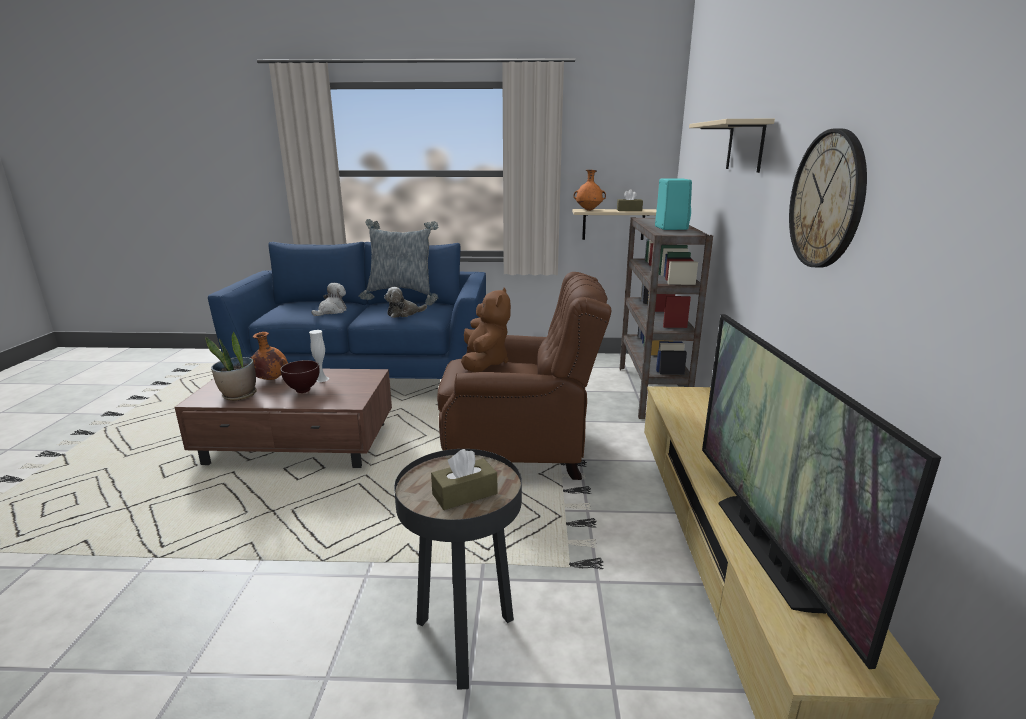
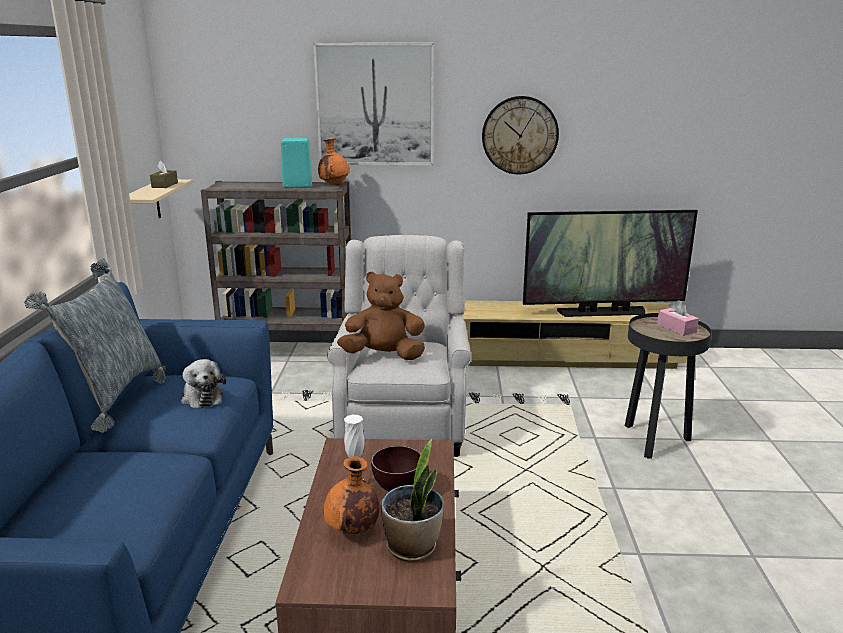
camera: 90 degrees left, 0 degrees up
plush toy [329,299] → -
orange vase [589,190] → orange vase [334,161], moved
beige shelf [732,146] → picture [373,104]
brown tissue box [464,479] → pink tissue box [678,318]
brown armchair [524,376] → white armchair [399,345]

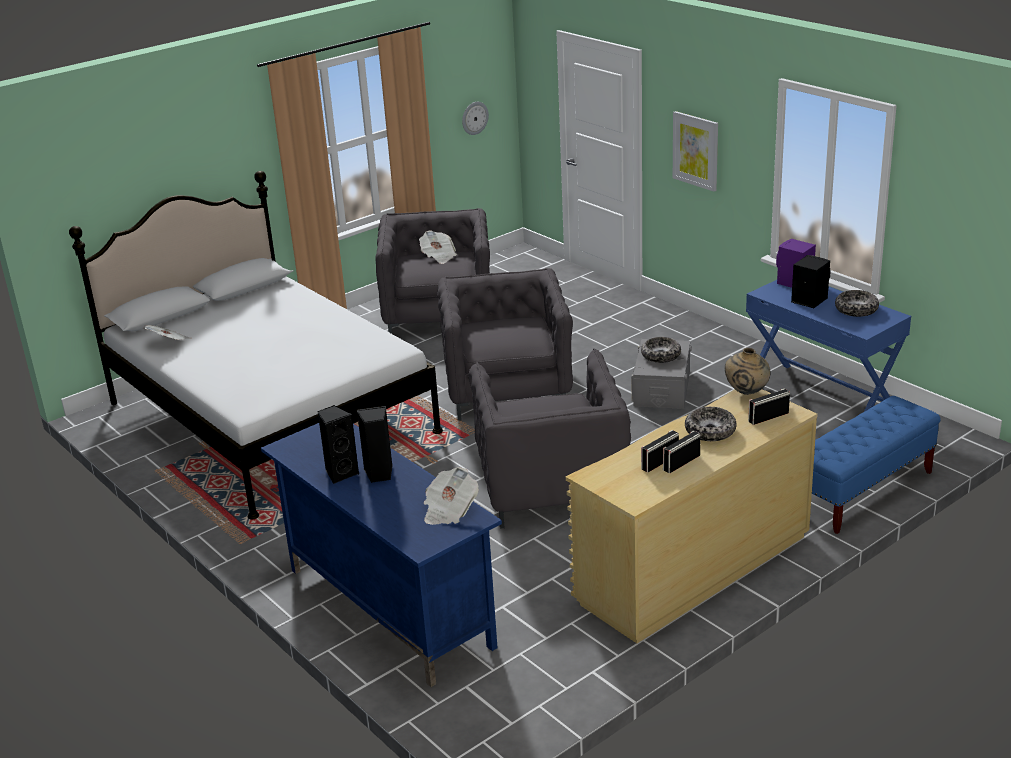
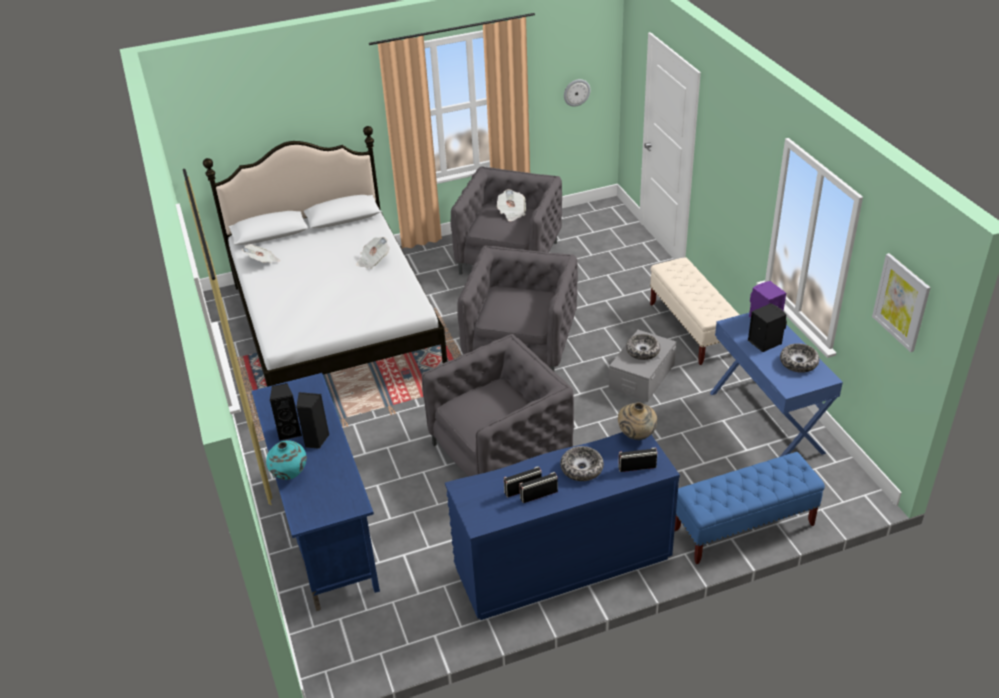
camera: 20 degrees right, 10 degrees up
- → turquoise vase [286,460]
- → beige bench [694,311]
newspaper [451,496] → newspaper [372,253], moved
picture [695,151] → picture [901,302], moved
beige dresser [692,516] → blue dresser [562,526]
grey armchair [549,438] → grey armchair [498,405], 135 degrees counterclockwise

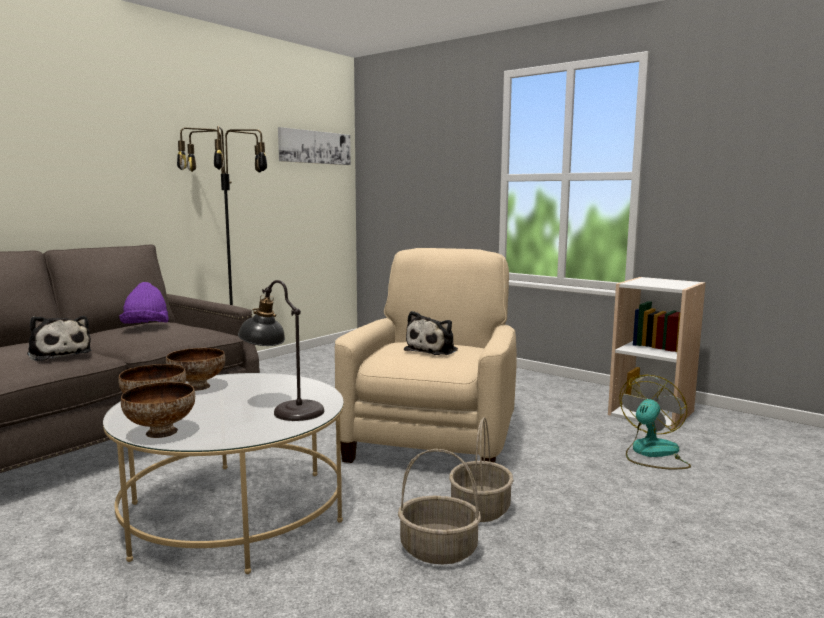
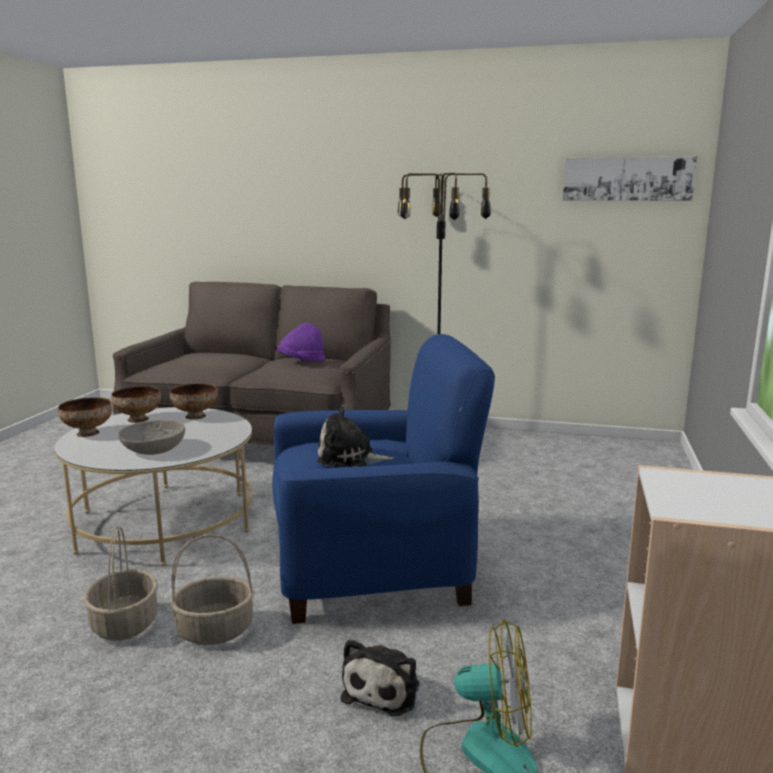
camera: 65 degrees right, 5 degrees up
plush toy [59,338] → plush toy [380,677], moved
grey table lamp [281,350] → grey bowl [151,437]
beige armchair [426,355] → blue armchair [383,479]

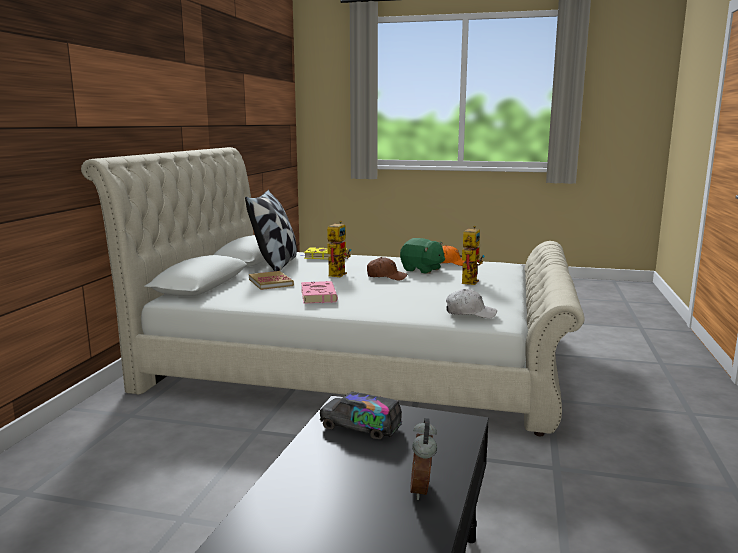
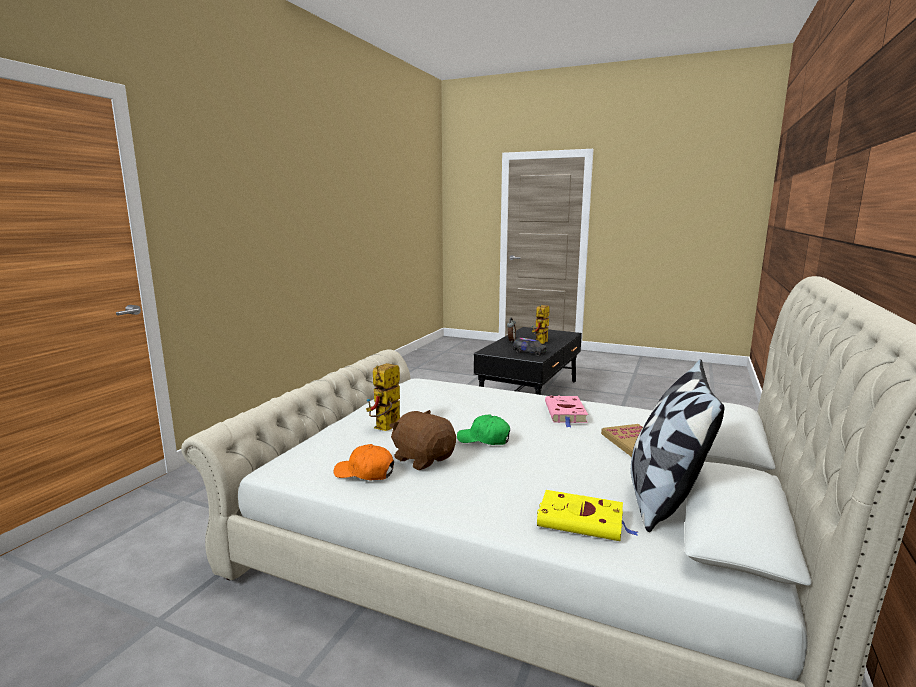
camera: 170 degrees left, 0 degrees up
white cap [471,304] → -
toy robot [339,249] → toy robot [541,324], moved
brown cap [387,269] → green cap [483,429]
green plush toy [422,256] → brown plush toy [422,440]

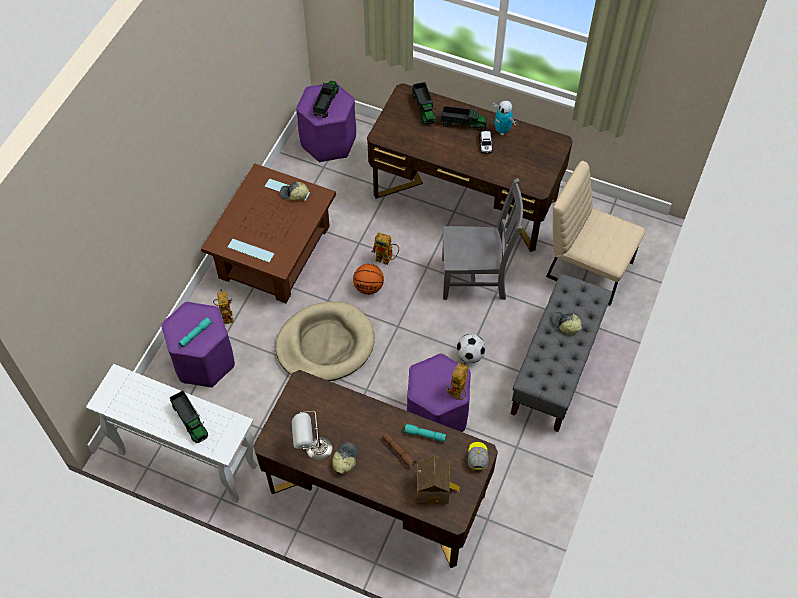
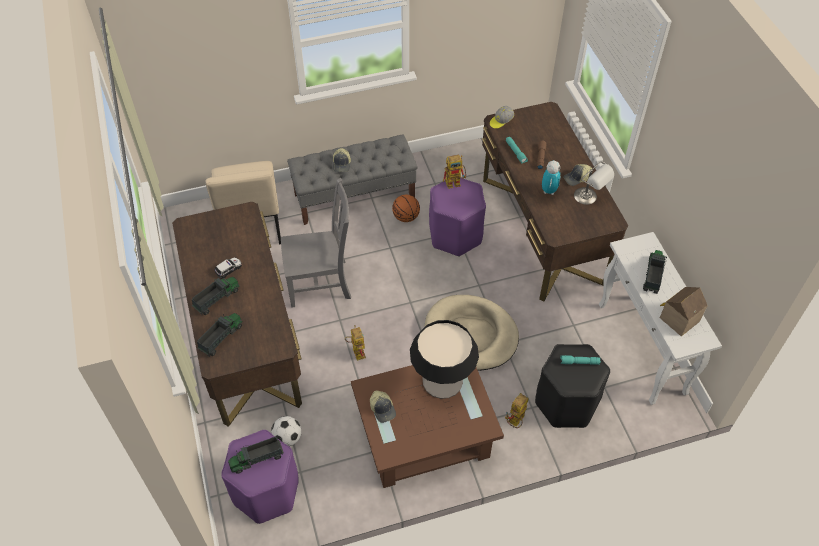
camera: 130 degrees left, 5 degrees down
- → table lamp [444,359]
basketball [368,279] → basketball [406,208], moved
toy house [438,479] → toy house [684,311], moved
football [471,348] → football [286,431], moved
toy robot [505,117] → toy robot [551,178], moved
purple stool [198,344] → black stool [572,386]
toy truck [463,118] → toy truck [216,296], 75 degrees clockwise
grey chair [482,239] → grey chair [316,243], 120 degrees clockwise

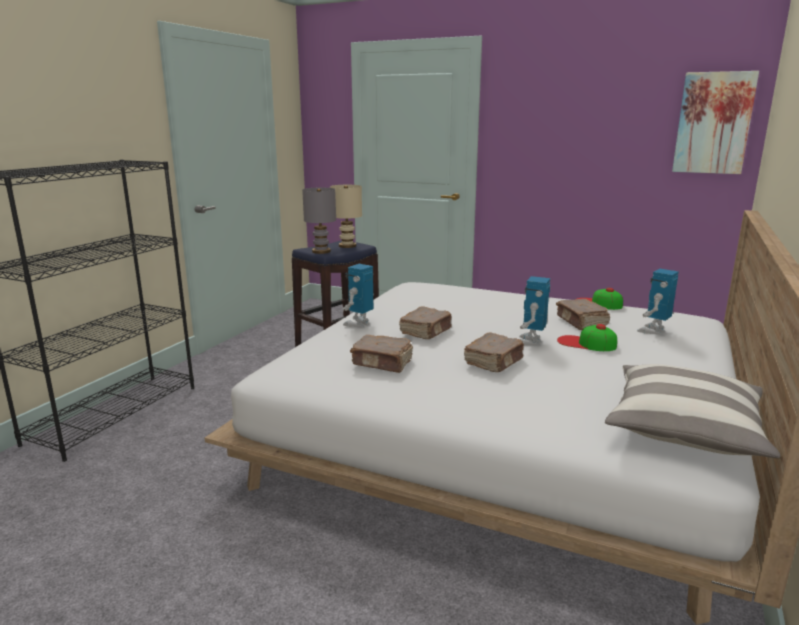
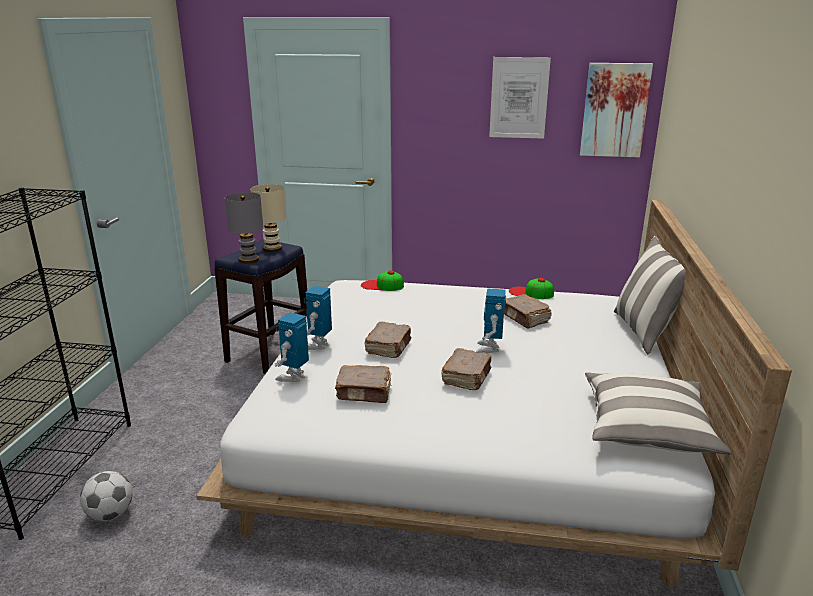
camera: 15 degrees left, 5 degrees up
- → football [106,496]
- → picture [520,98]
- → pillow [650,295]
cap [587,337] → cap [382,280], moved
toy robot [658,302] → toy robot [292,347], moved

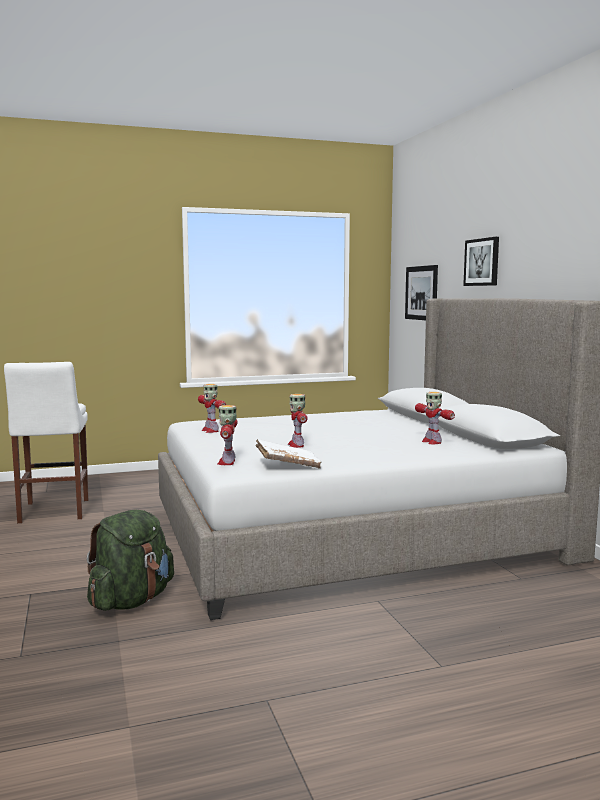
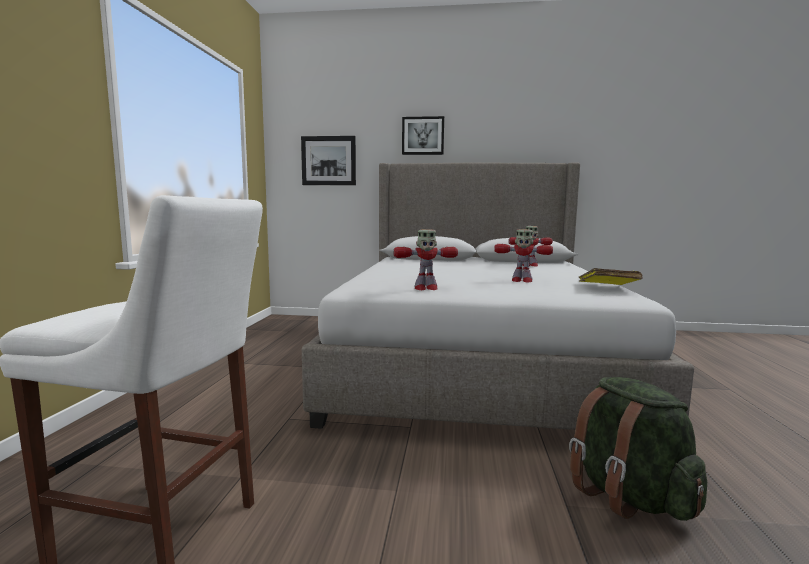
camera: 65 degrees left, 0 degrees up
toy robot [228,435] → -
white book [289,454] → yellow book [610,276]

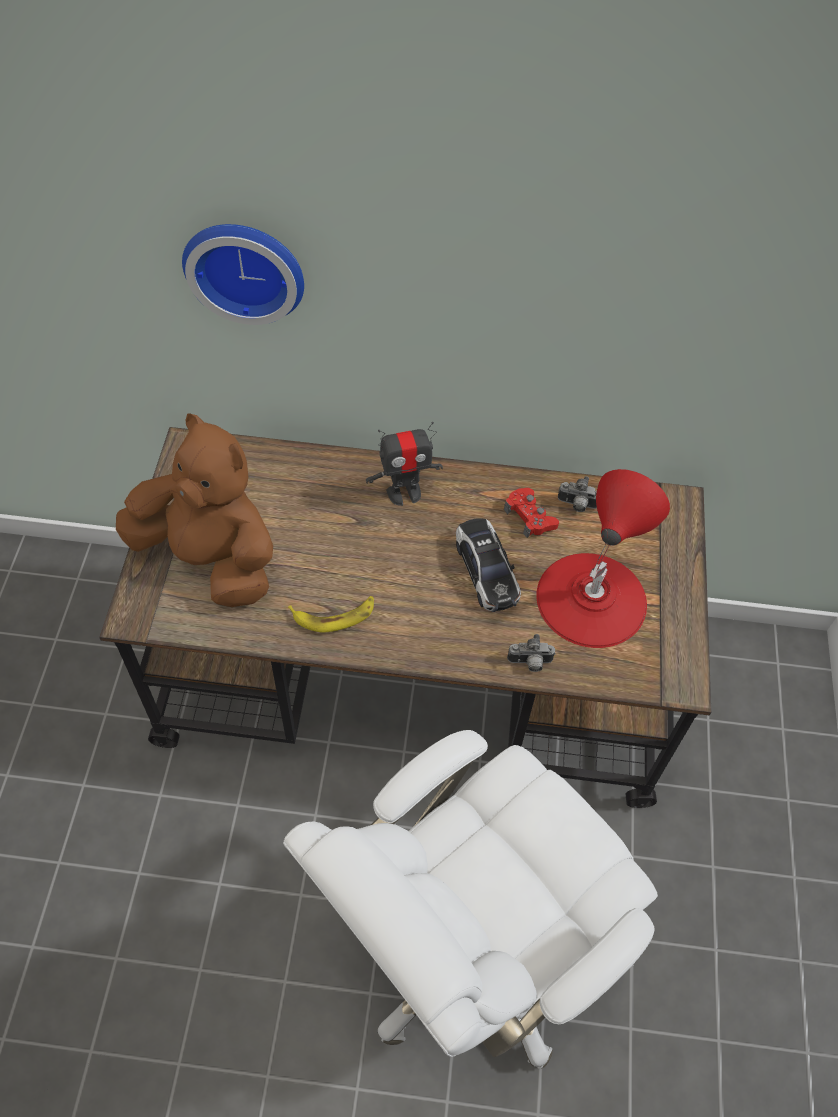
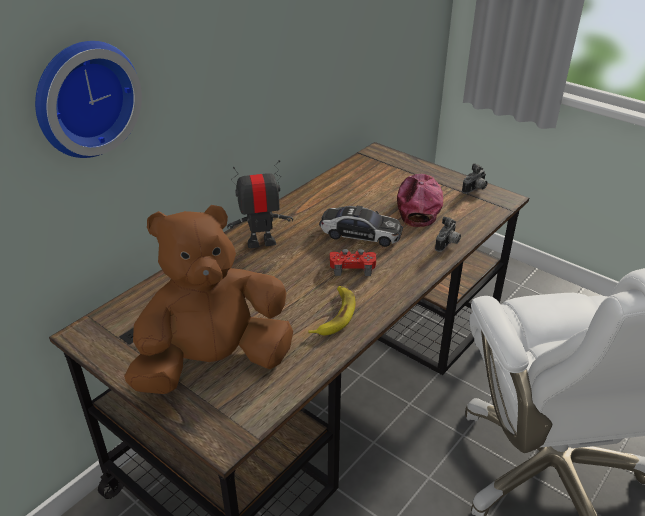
camera: 55 degrees left, 20 degrees down
red game controller [531,513] → red game controller [353,262], moved
photo camera [577,494] → photo camera [475,178], moved
red table lamp [603,558] → cap [420,200]
toy robot [404,464] → toy robot [260,204], 120 degrees counterclockwise

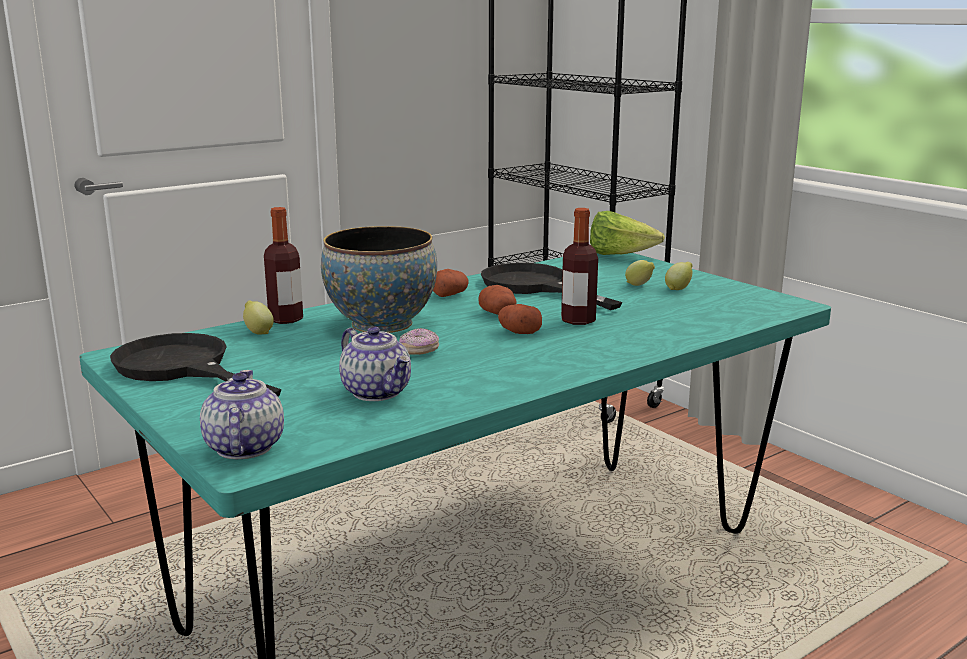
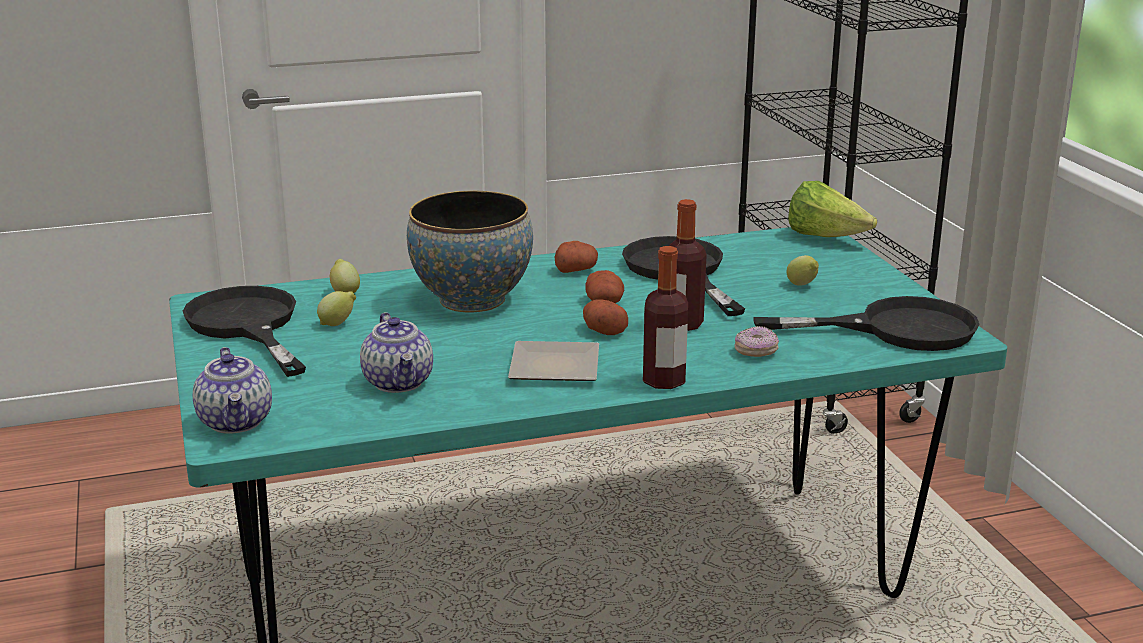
camera: 20 degrees right, 5 degrees up
- → plate [553,361]
- → black frying pan [866,323]
bottle [283,265] → bottle [665,317], moved
donut [419,341] → donut [756,341], moved
lemon [678,276] → lemon [336,308], moved
teapot [242,414] → teapot [232,390], 150 degrees clockwise

